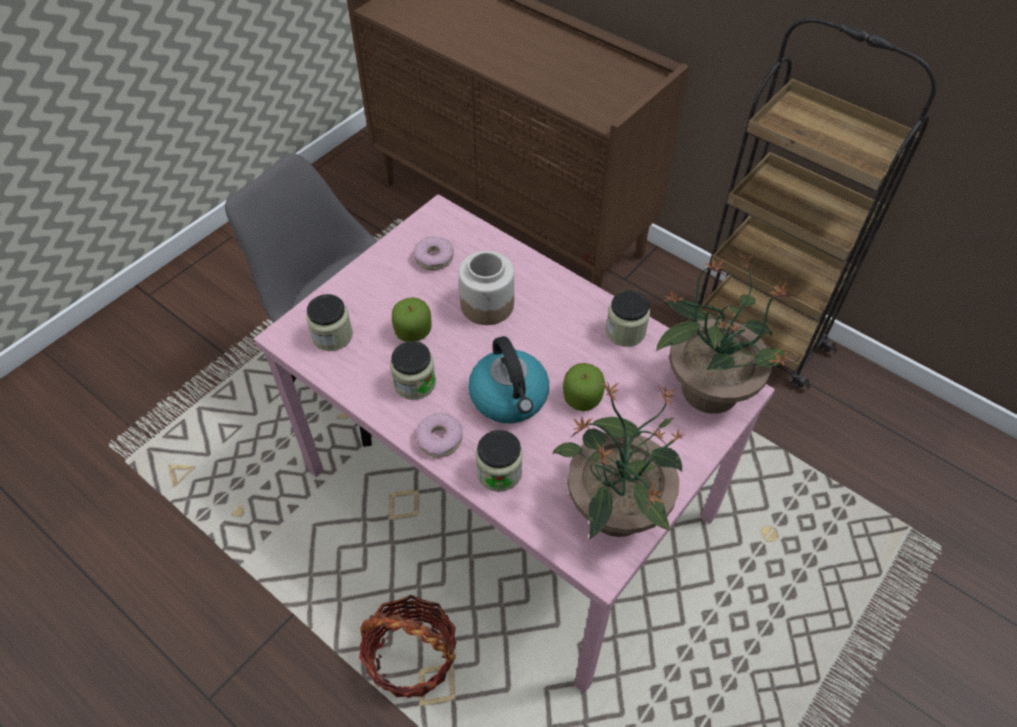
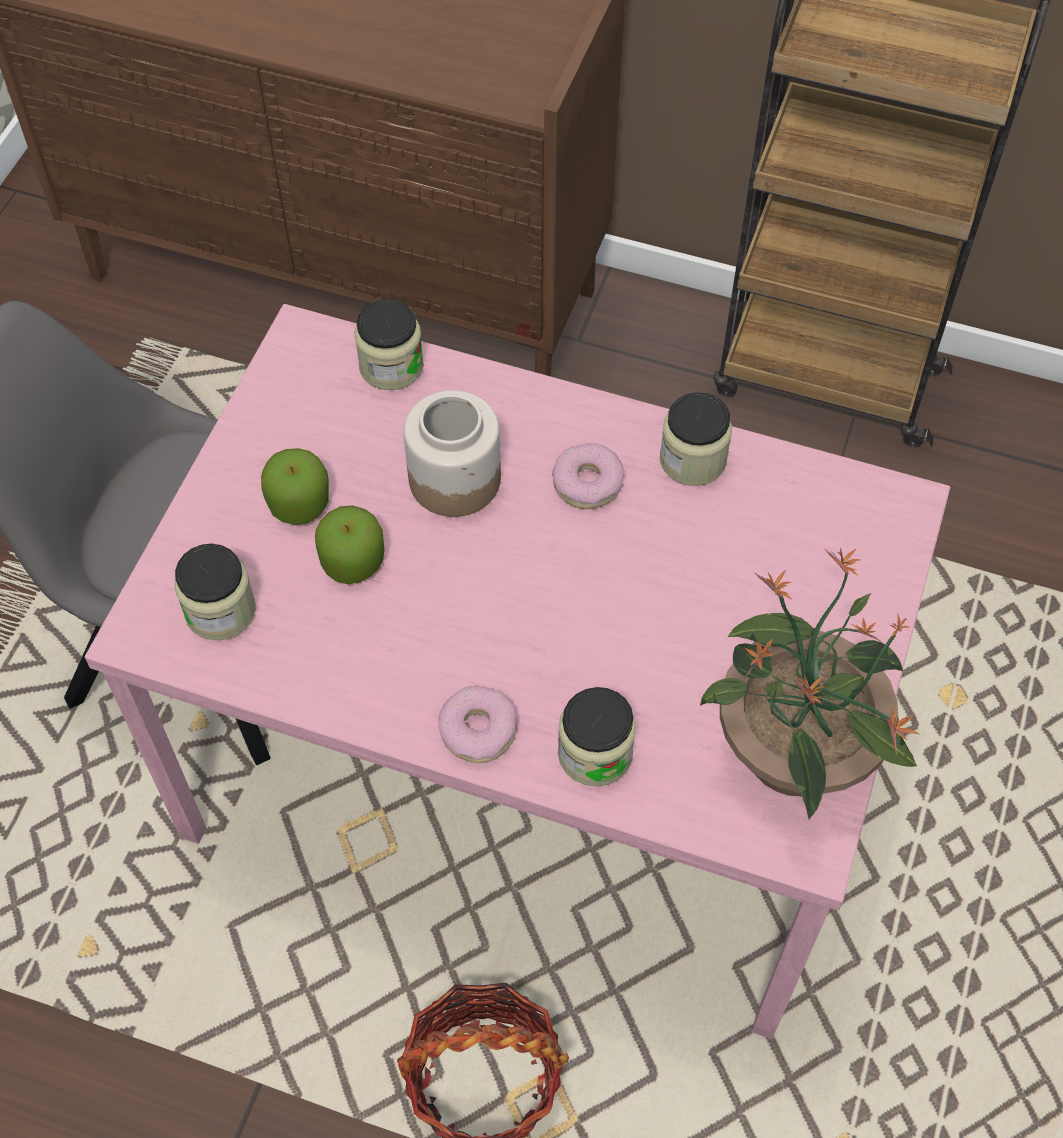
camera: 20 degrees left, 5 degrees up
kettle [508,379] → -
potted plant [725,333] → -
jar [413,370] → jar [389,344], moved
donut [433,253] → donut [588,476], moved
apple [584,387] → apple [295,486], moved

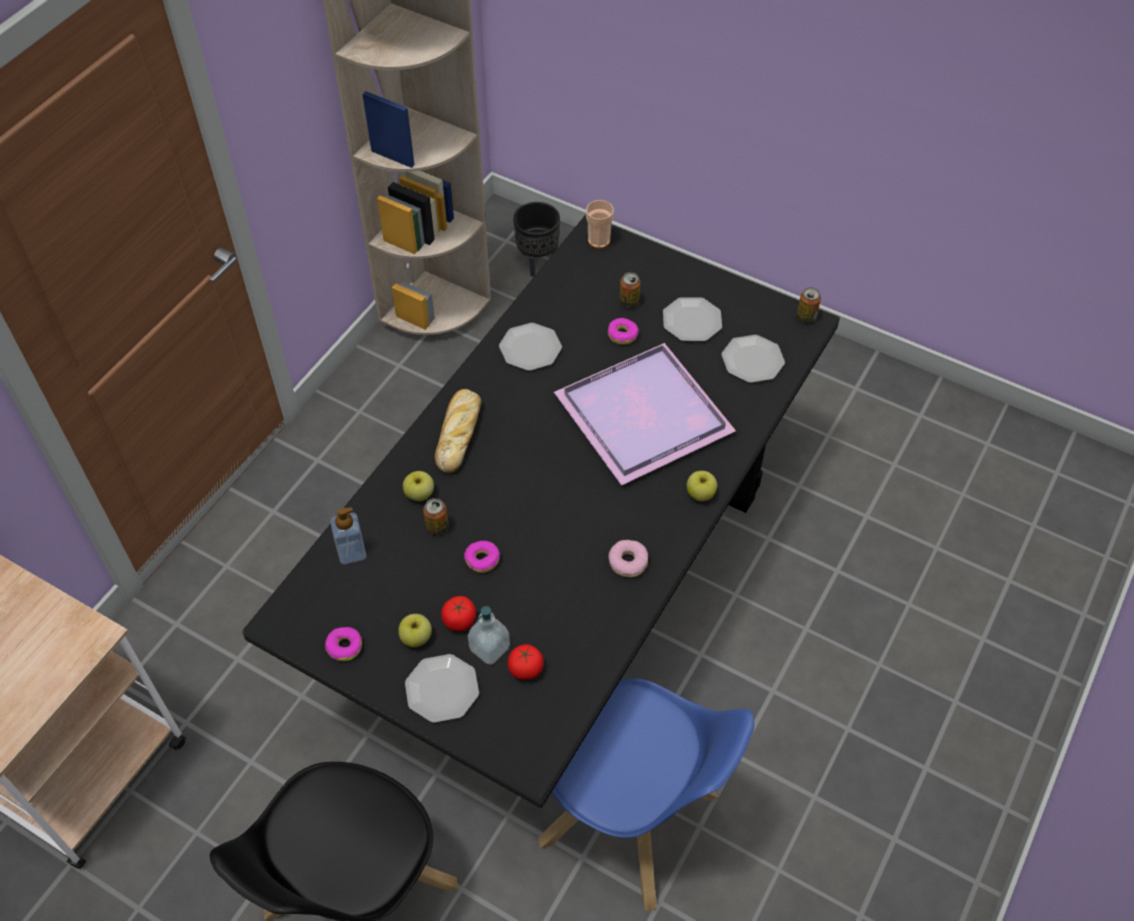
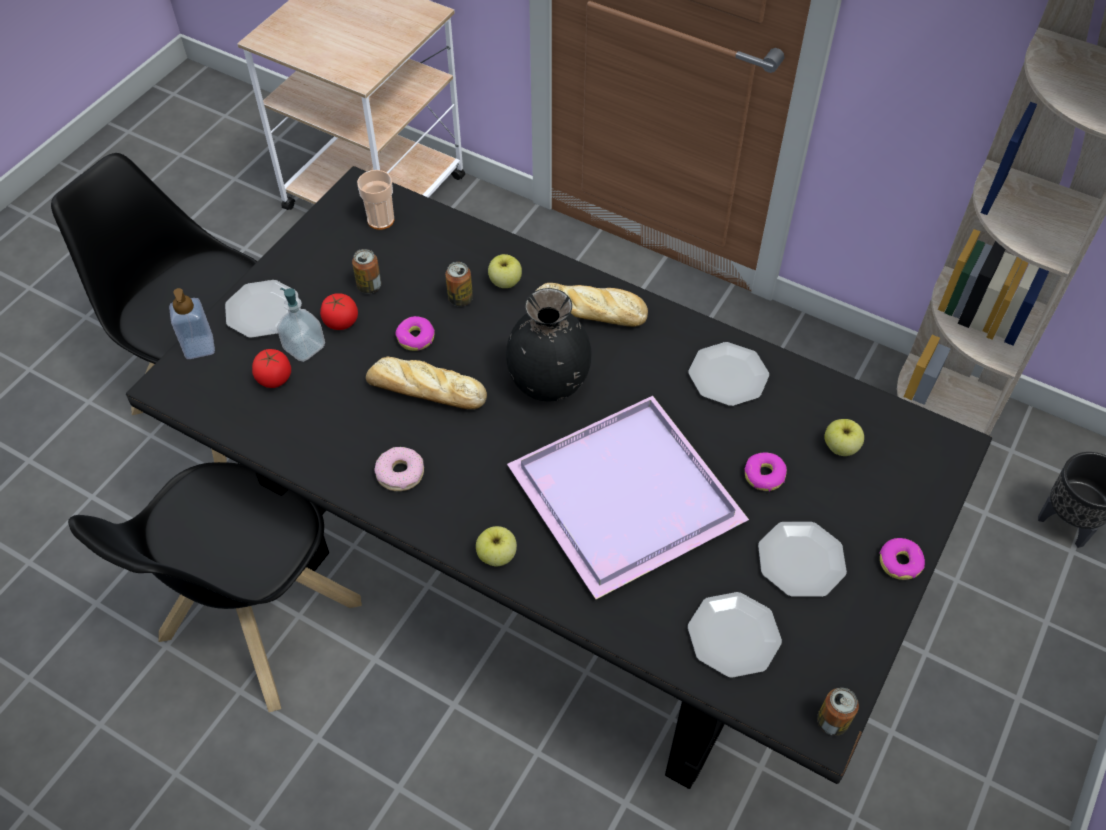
camera: 90 degrees right, 0 degrees up
- → bread [426,383]
- → black vase [548,345]
donut [343,644] → donut [902,559], moved
soap dispenser [348,535] → soap dispenser [192,323], moved
apple [415,630] → apple [844,437], moved
cup [600,224] → cup [376,200], moved
can [630,290] → can [366,271], moved
blue chair [646,794] → black chair [215,587]

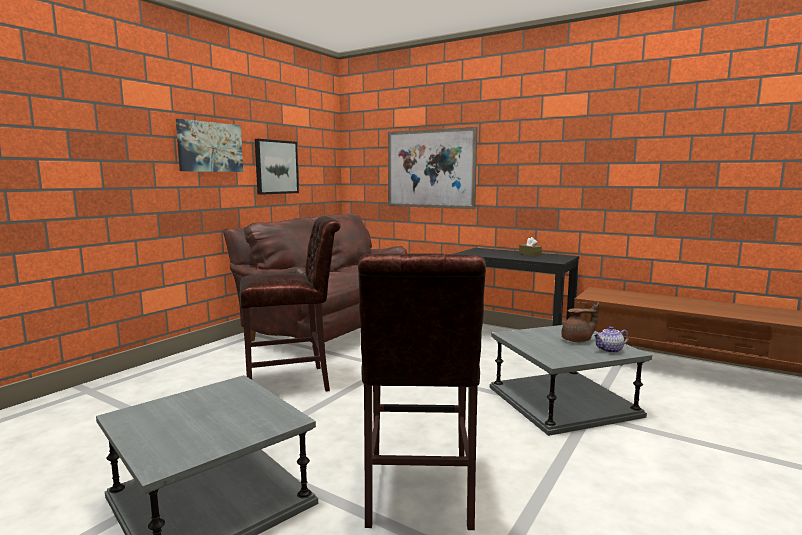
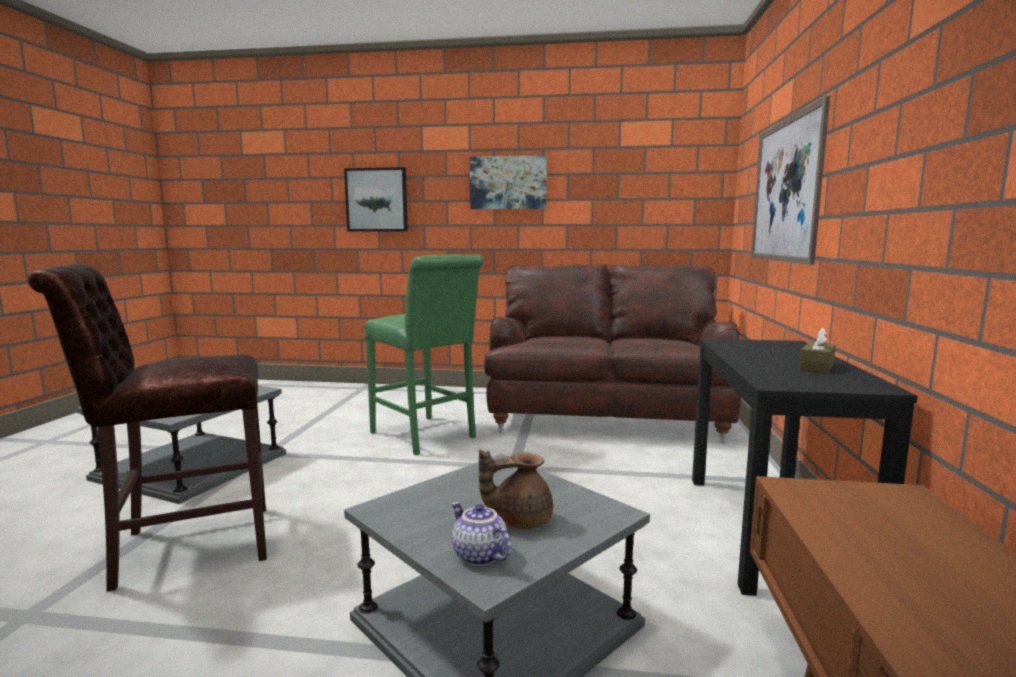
camera: 65 degrees right, 0 degrees up
picture [277,167] → picture [376,199], moved
brown stool [290,304] → green stool [423,354]
brown teapot [580,322] → brown teapot [516,489], 105 degrees clockwise

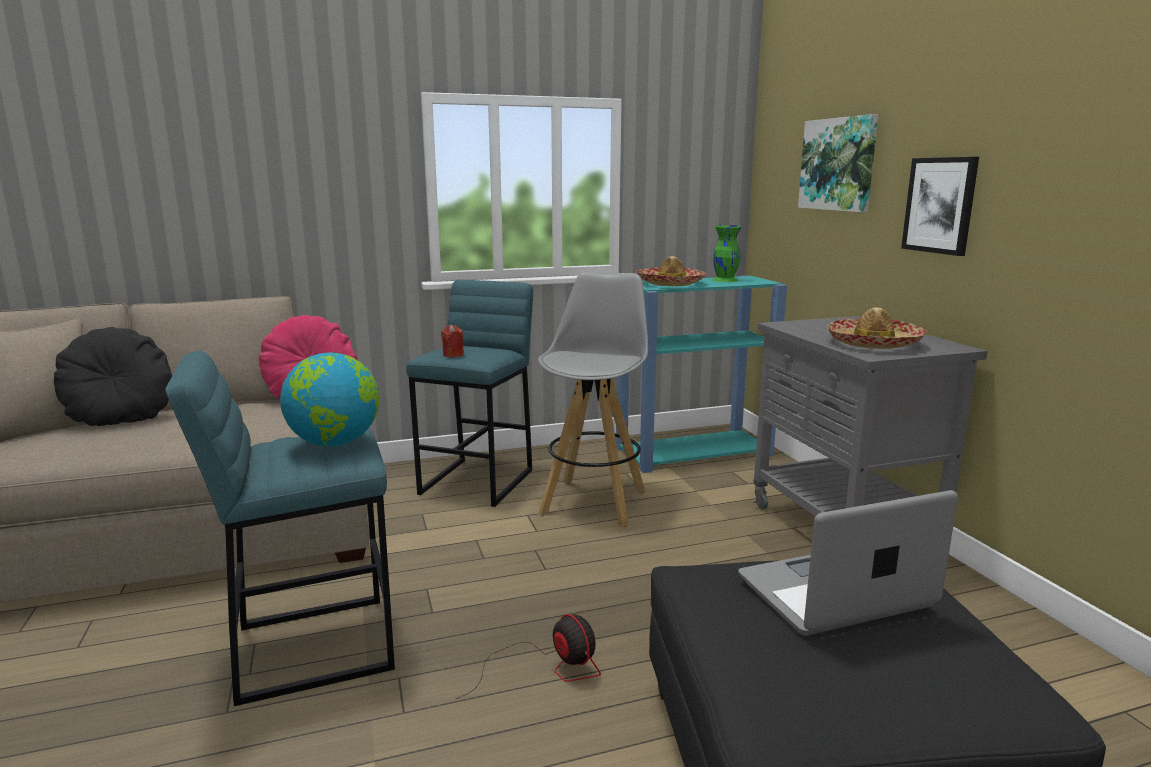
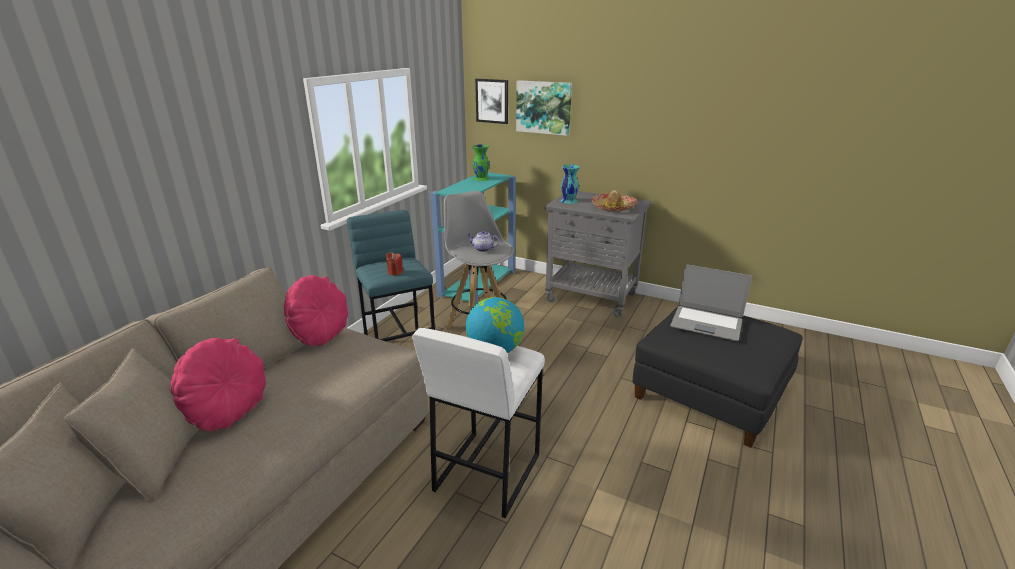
camera: 45 degrees left, 10 degrees up
fan [528,656] → -
hat [671,271] → -
- → teapot [483,241]
- → turquoise vase [570,184]
picture [940,206] → picture [491,101], moved
black pillow [113,376] → pink pillow [218,385]
turquoise stool [280,528] → white stool [478,423]
laptop [848,563] → laptop [711,302], 90 degrees counterclockwise

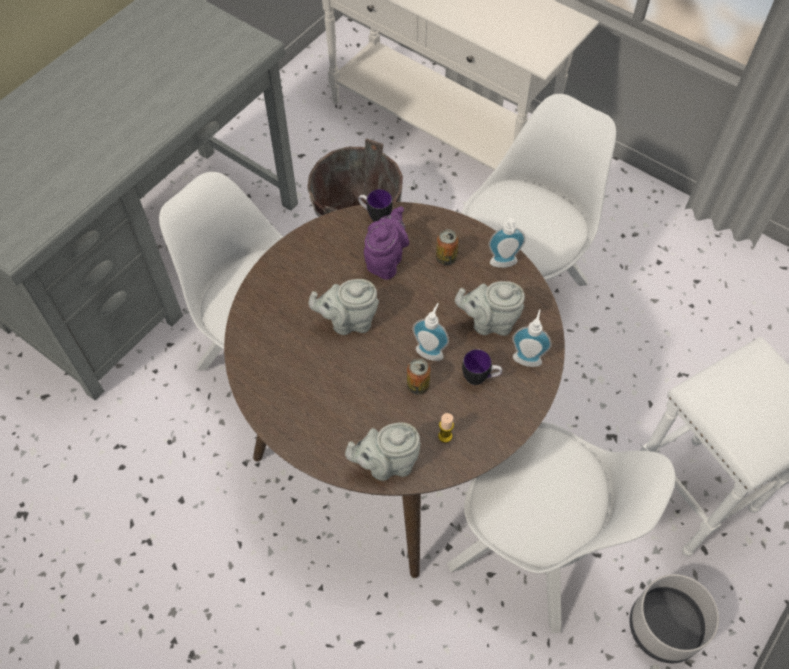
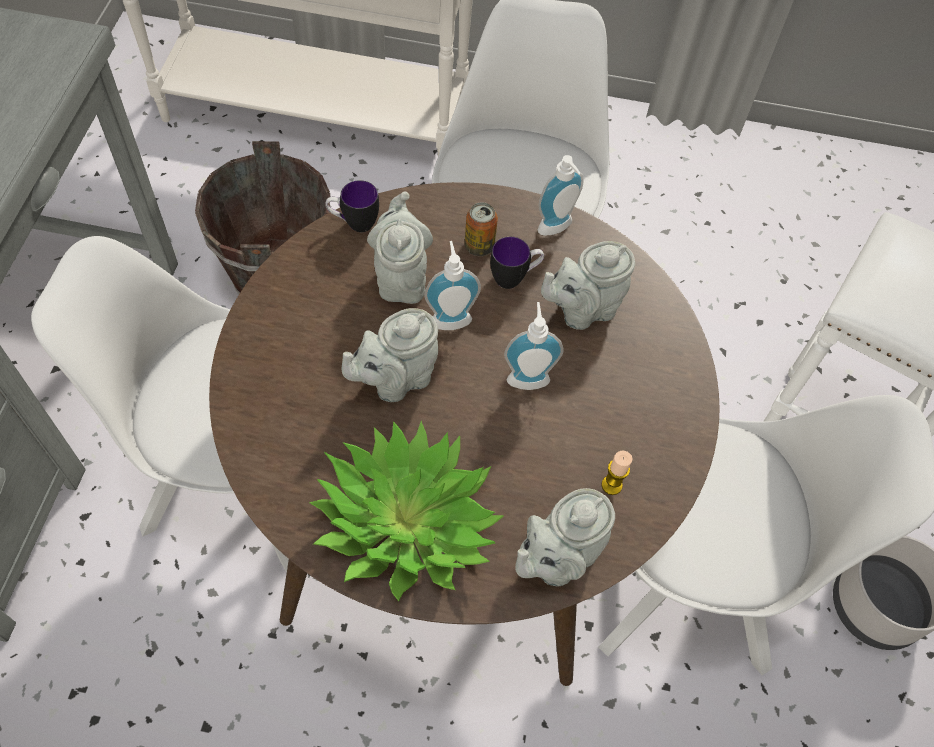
camera: 30 degrees left, 0 degrees up
can [418,376] → -
- → potted plant [406,511]
mug [482,367] → mug [517,263], moved
soap dispenser [532,338] → soap dispenser [453,285], moved
purple teapot [386,243] → grey teapot [400,247]

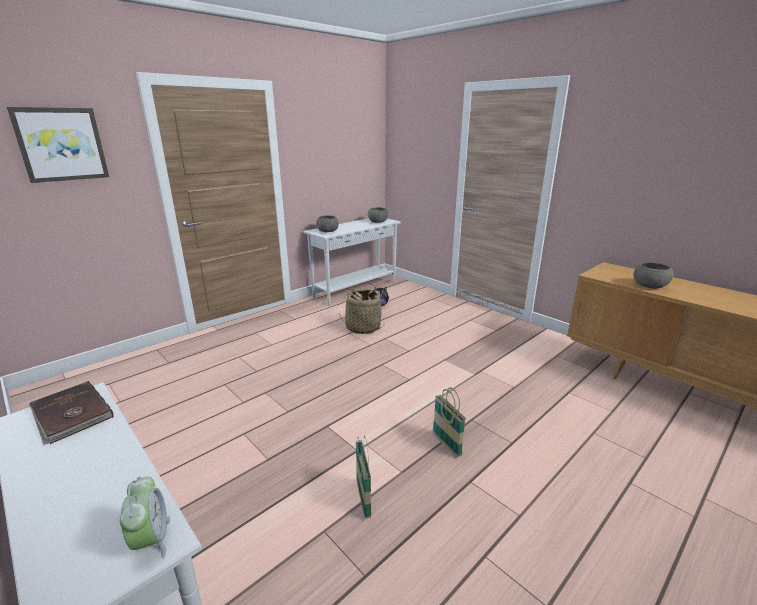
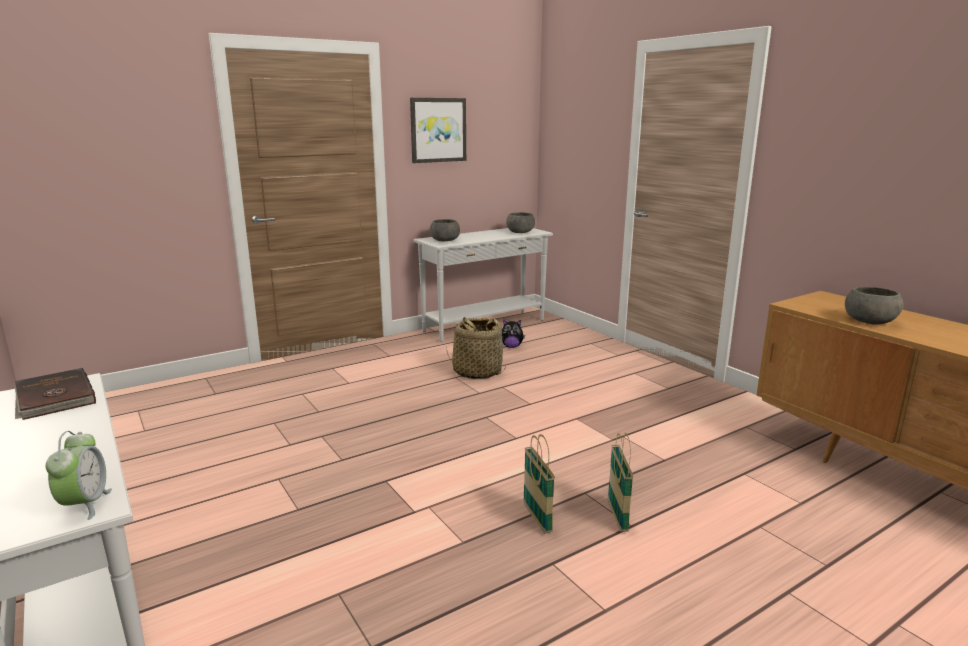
camera: 10 degrees right, 5 degrees down
picture [58,145] → picture [438,130], moved
basket [363,477] → basket [620,482], moved

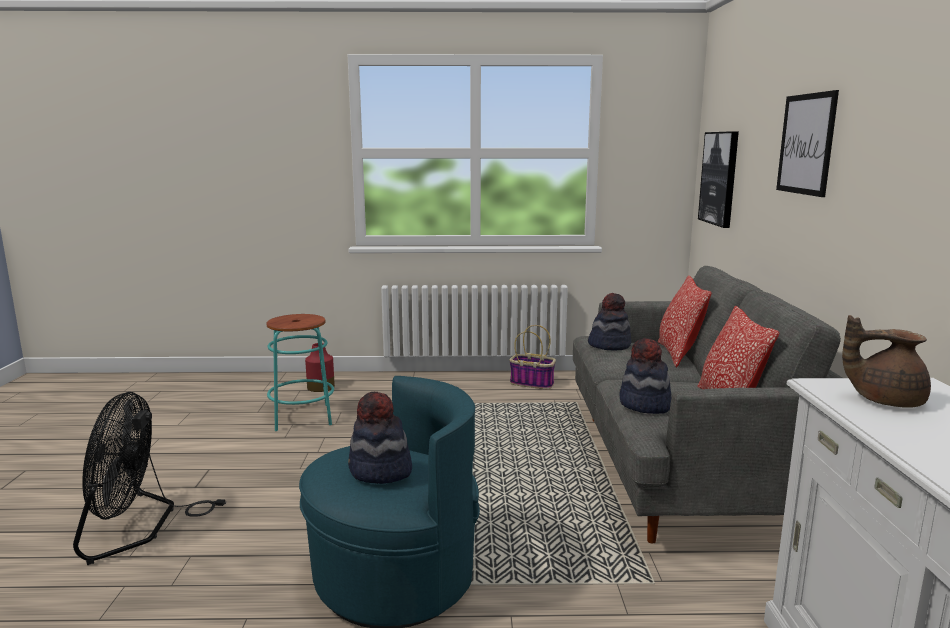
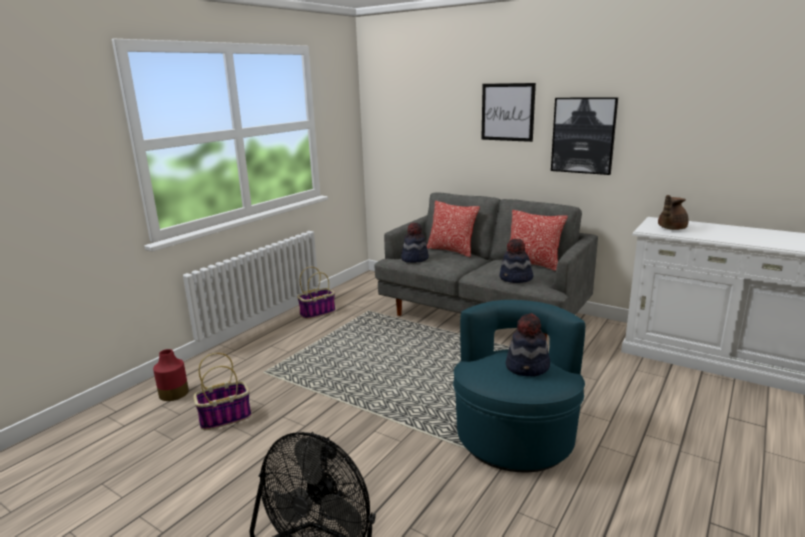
camera: 55 degrees left, 5 degrees up
picture [718,179] → picture [584,136], moved
turquoise stool [300,372] → basket [222,391]

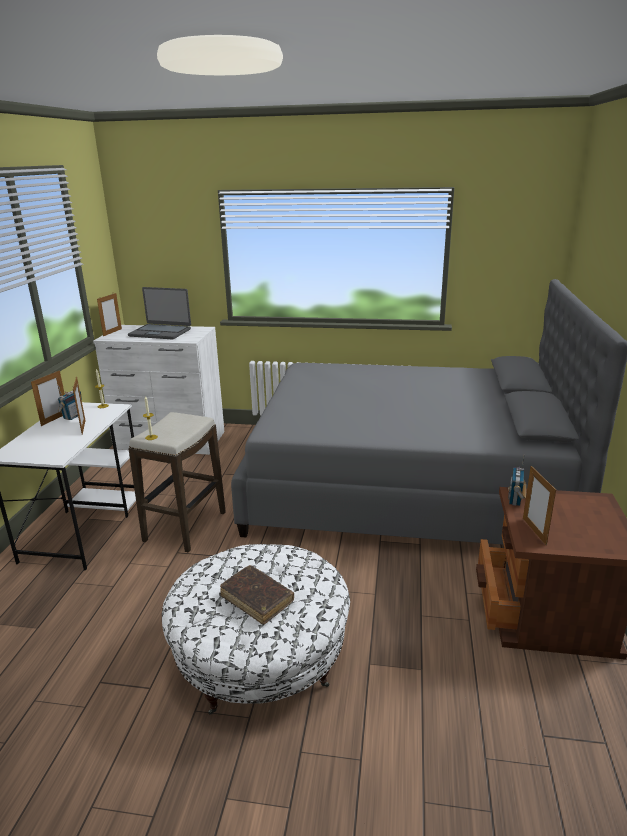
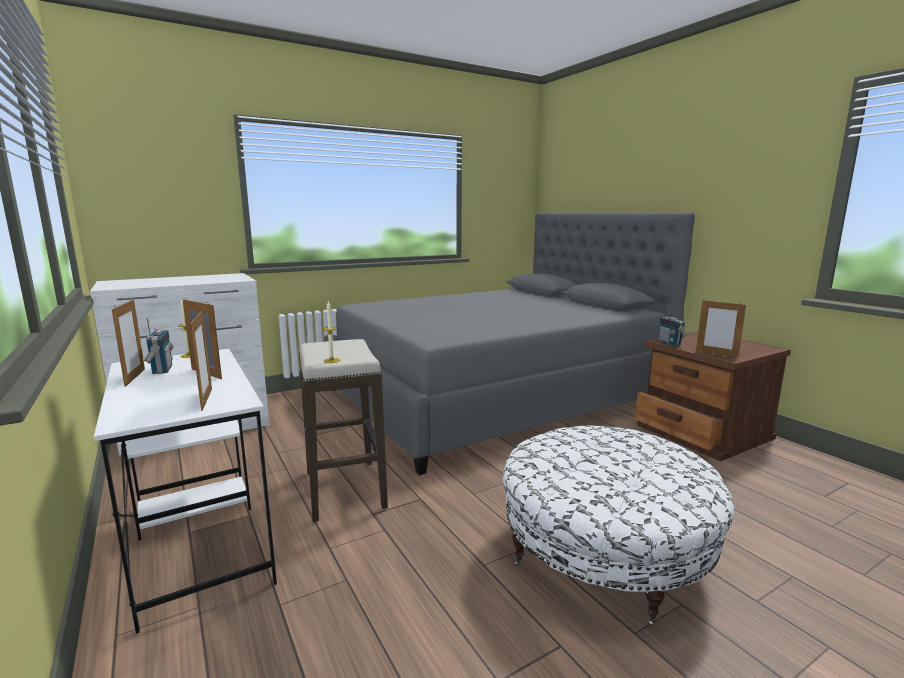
camera: 40 degrees left, 10 degrees down
laptop [159,313] → -
brown book [257,595] → -
picture frame [109,314] → picture frame [201,361], moved

